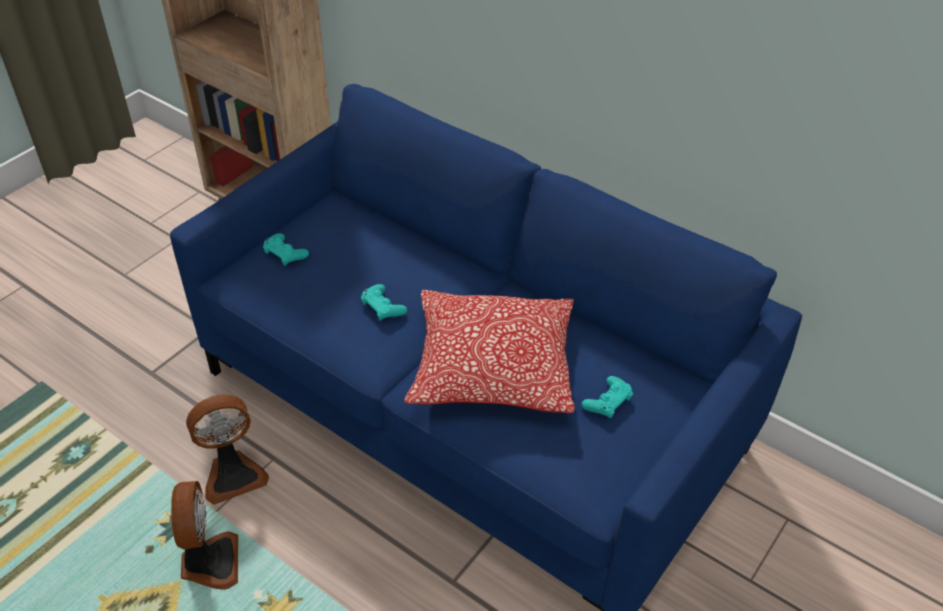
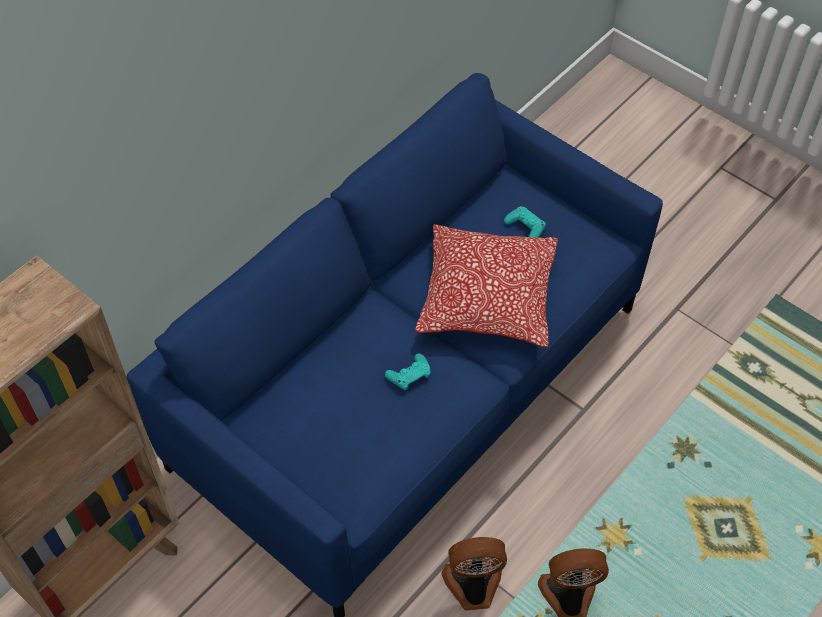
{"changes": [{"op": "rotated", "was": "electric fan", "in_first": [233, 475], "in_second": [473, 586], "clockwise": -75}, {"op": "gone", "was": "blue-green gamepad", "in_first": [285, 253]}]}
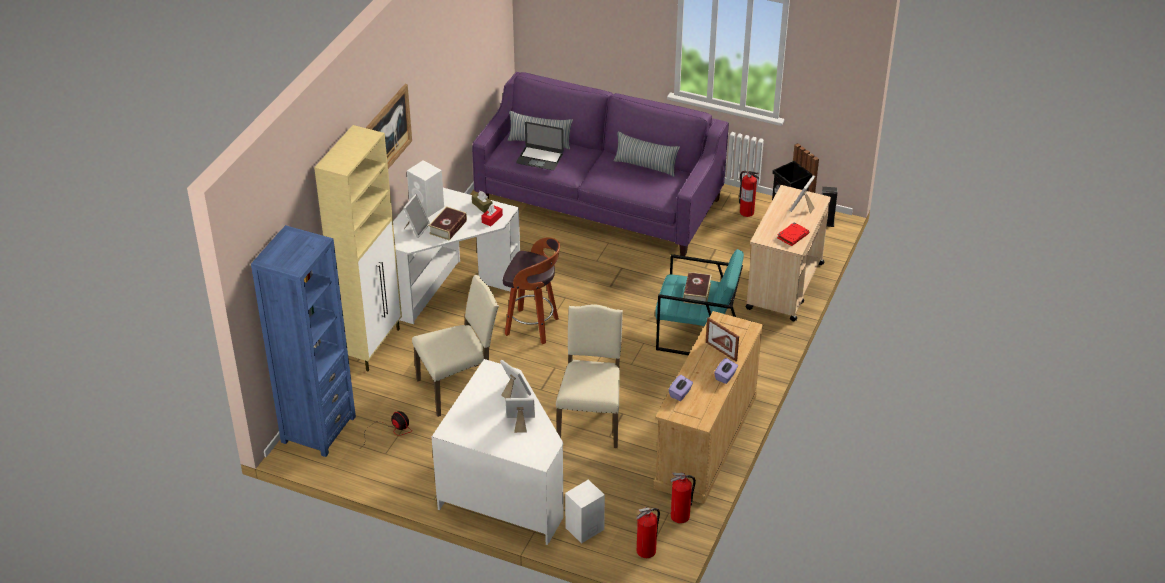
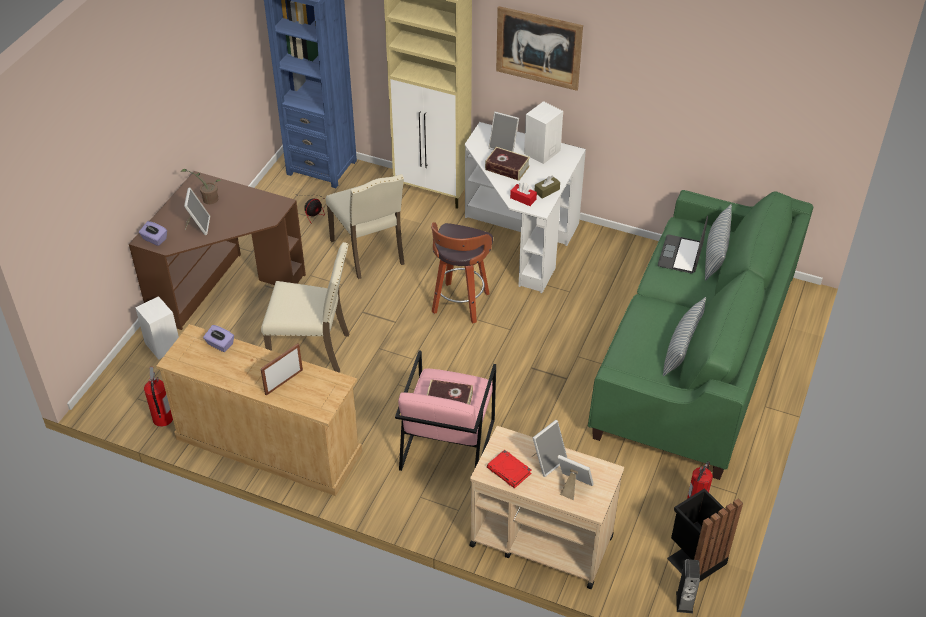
{"changes": [{"op": "repainted", "was": "whitish desk", "now": "brownish desk", "in_first": [505, 490], "in_second": [224, 288]}, {"op": "shifted", "was": "purple tissue holder", "in_first": [725, 376], "in_second": [154, 239]}, {"op": "new", "now": "houseplant", "in_second": [208, 198]}, {"op": "repainted", "was": "blue-green easy chair", "now": "pink easy chair", "in_first": [696, 334], "in_second": [447, 444]}, {"op": "shifted", "was": "photo frame", "in_first": [514, 392], "in_second": [547, 461]}, {"op": "repainted", "was": "purple settee", "now": "greenish settee", "in_first": [599, 201], "in_second": [693, 359]}, {"op": "gone", "was": "extinguisher", "in_first": [646, 551]}]}
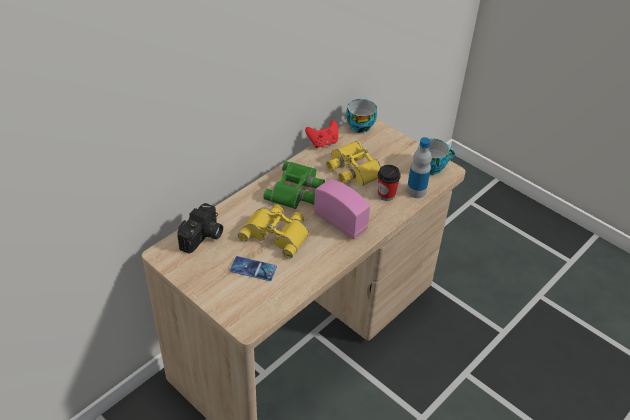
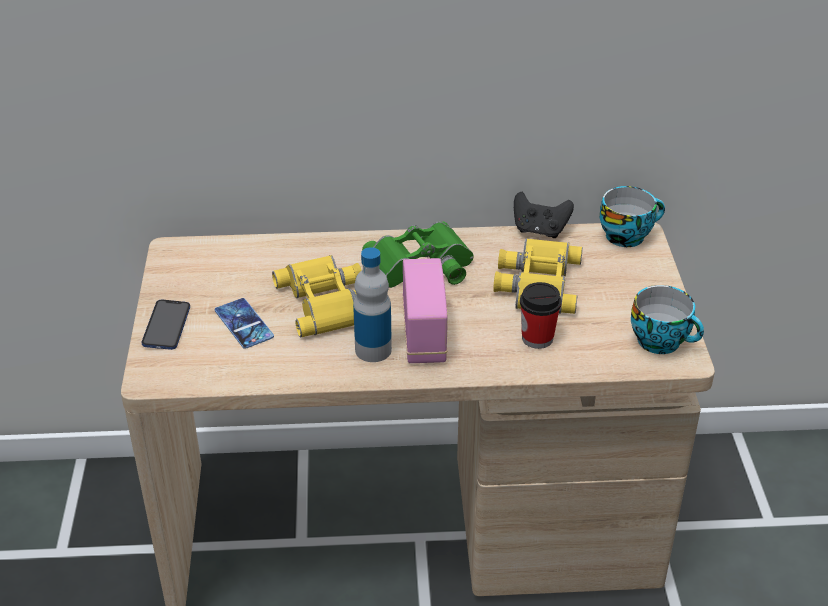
{"changes": [{"op": "new", "now": "phone", "in_second": [166, 326]}, {"op": "shifted", "was": "bottle", "in_first": [416, 191], "in_second": [373, 350]}, {"op": "repainted", "was": "red gamepad", "now": "black-coloured gamepad", "in_first": [323, 143], "in_second": [539, 230]}, {"op": "gone", "was": "photo camera", "in_first": [203, 237]}]}
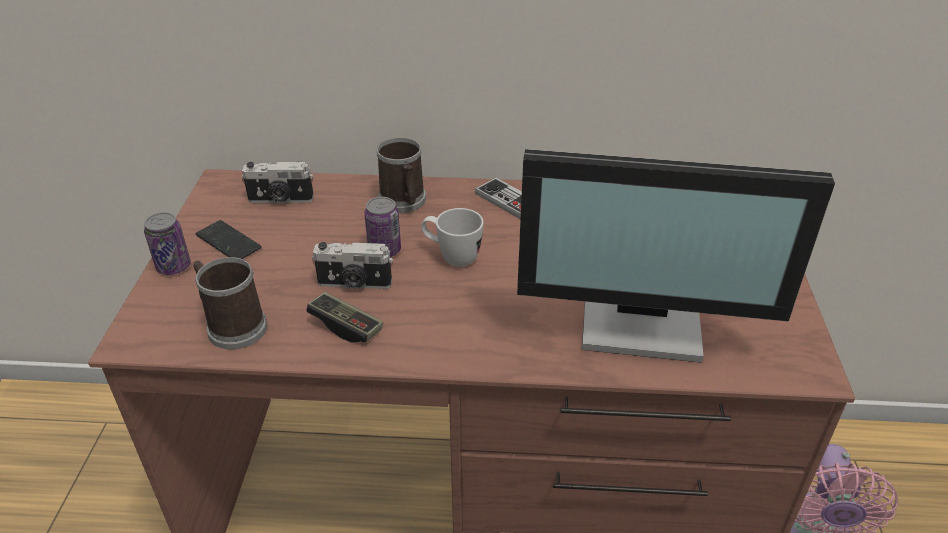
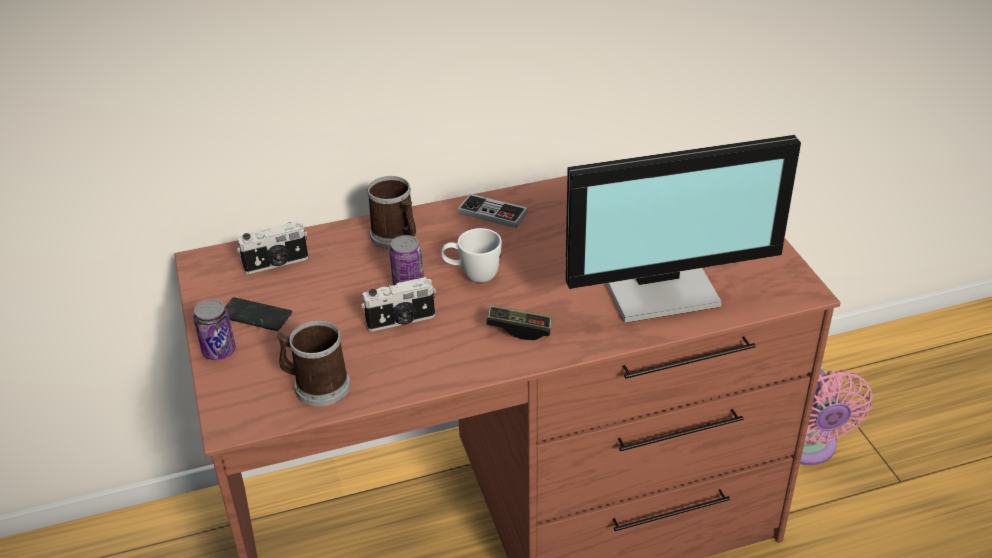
{"changes": [{"op": "shifted", "was": "gamepad", "in_first": [346, 326], "in_second": [519, 329]}]}
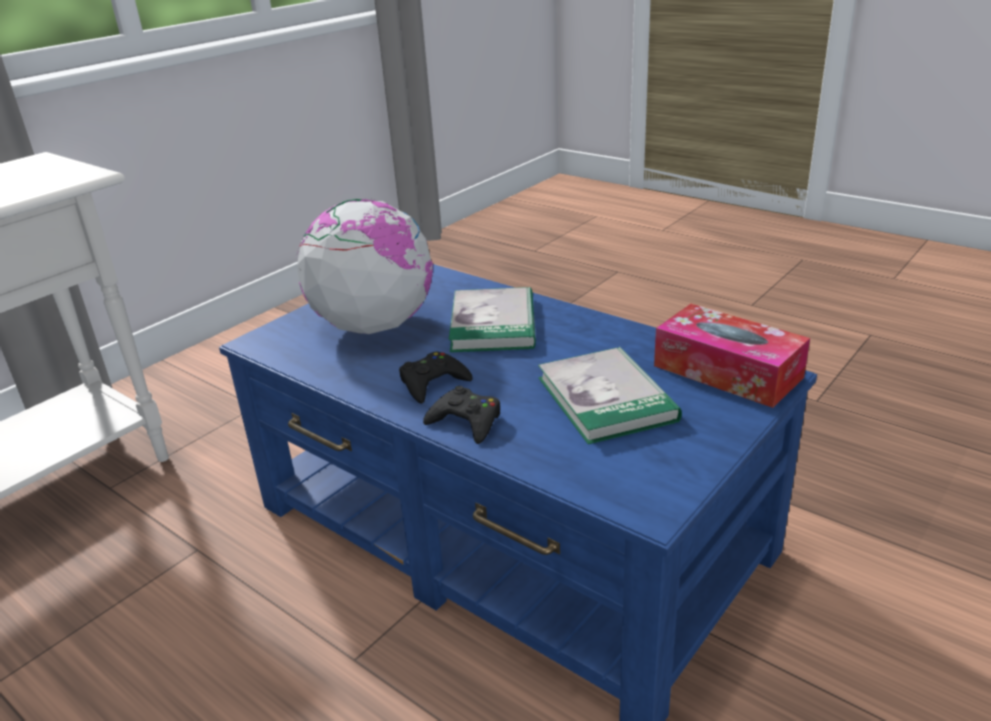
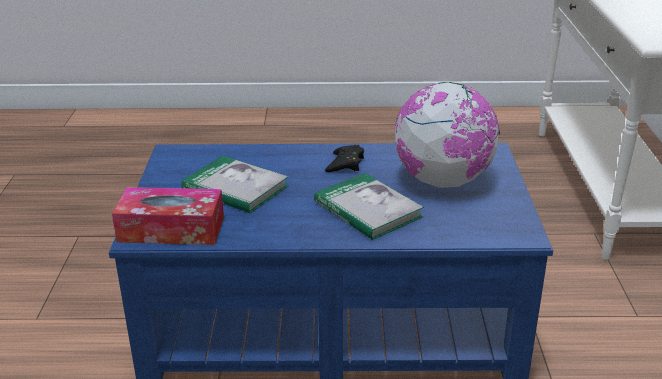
{"changes": [{"op": "gone", "was": "black-coloured gamepad", "in_first": [466, 421]}]}
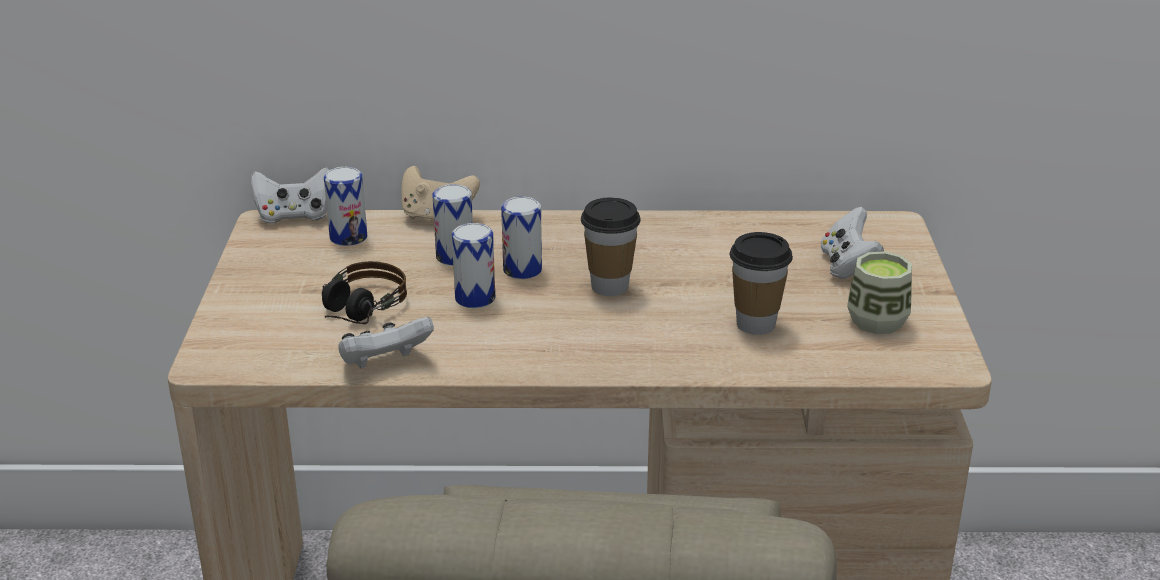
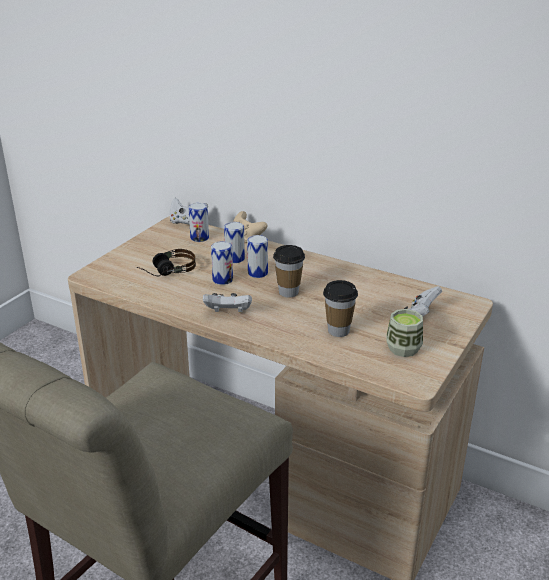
{"changes": [{"op": "shifted", "was": "whitish gamepad", "in_first": [384, 363], "in_second": [228, 313]}]}
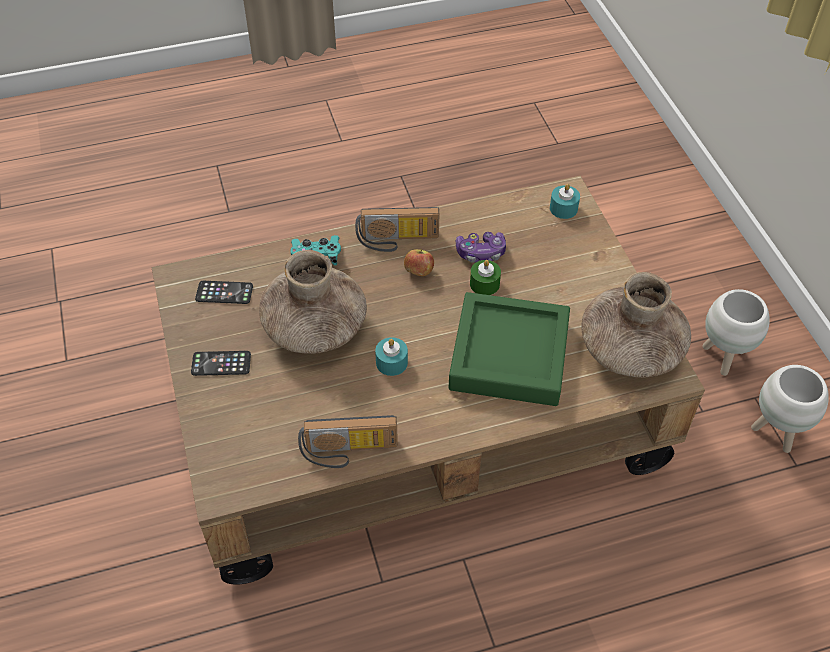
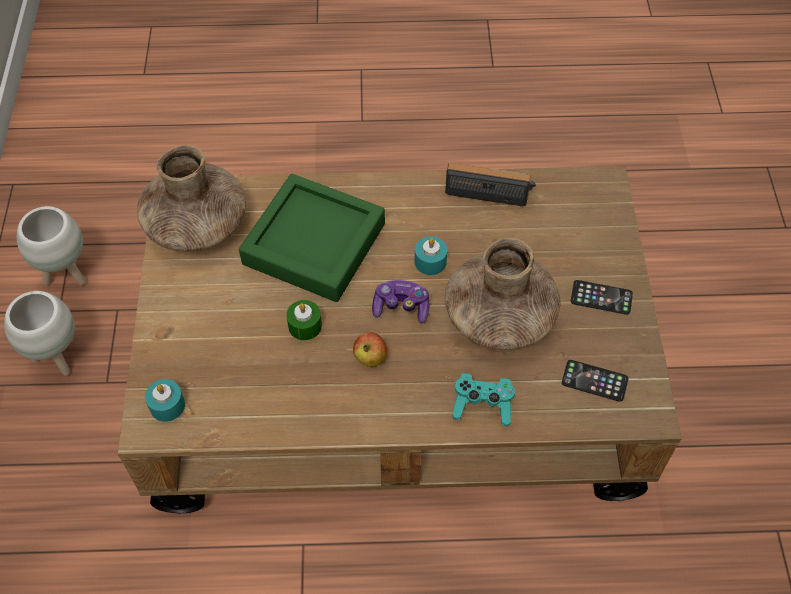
{"changes": [{"op": "shifted", "was": "gamepad", "in_first": [481, 253], "in_second": [401, 307]}, {"op": "gone", "was": "radio set", "in_first": [397, 241]}]}
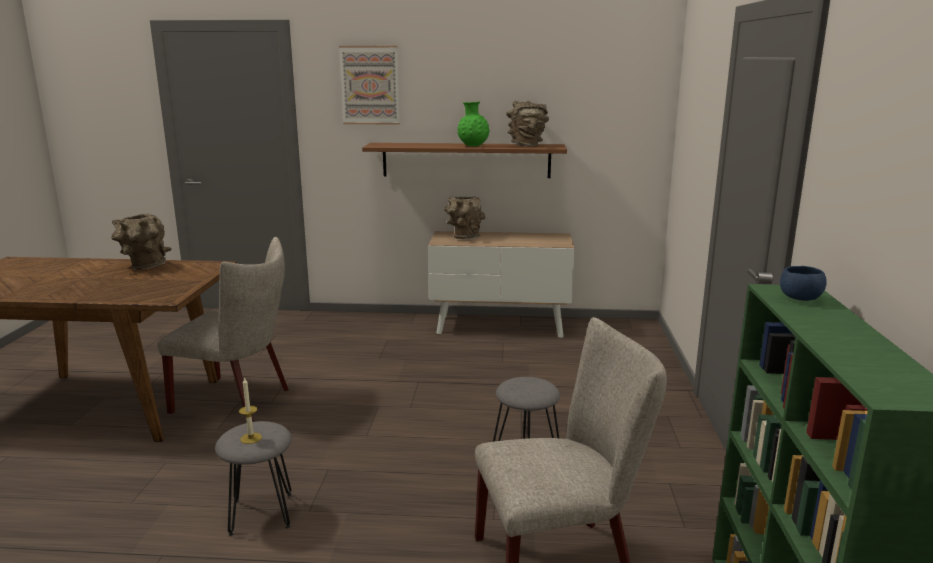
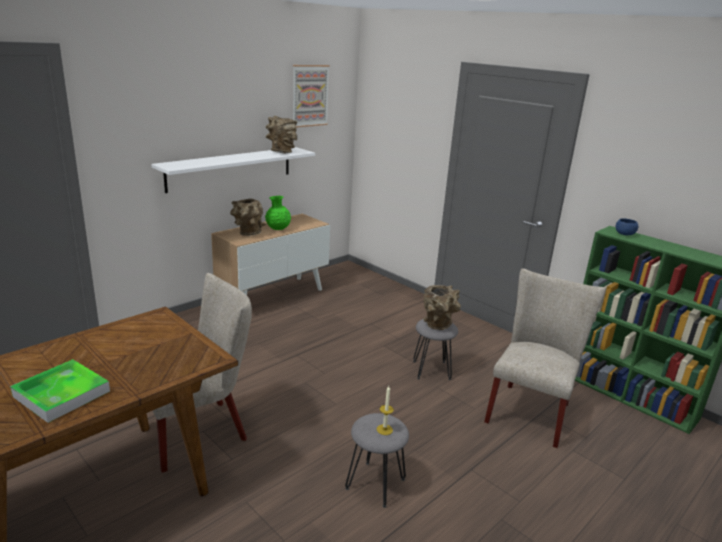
{"changes": [{"op": "new", "now": "serving tray", "in_second": [62, 394]}, {"op": "repainted", "was": "brownish shelf", "now": "whitish shelf", "in_first": [466, 160], "in_second": [231, 168]}, {"op": "shifted", "was": "greenish flower vase", "in_first": [473, 146], "in_second": [278, 229]}, {"op": "shifted", "was": "picture", "in_first": [370, 85], "in_second": [309, 95]}, {"op": "shifted", "was": "brownish flower vase", "in_first": [143, 267], "in_second": [438, 326]}]}
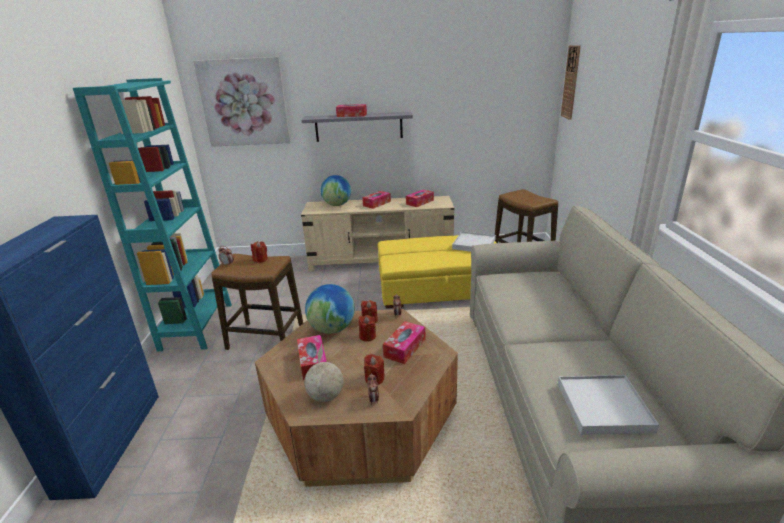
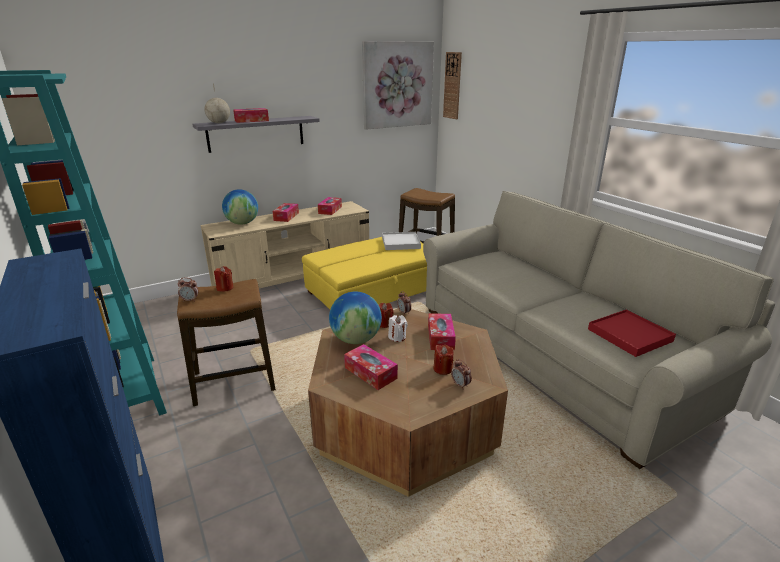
{"changes": [{"op": "shifted", "was": "world globe", "in_first": [326, 396], "in_second": [219, 123]}, {"op": "shifted", "was": "picture", "in_first": [244, 102], "in_second": [397, 85]}, {"op": "repainted", "was": "red wax light", "now": "whitish wax light", "in_first": [367, 336], "in_second": [397, 337]}, {"op": "repainted", "was": "whitish serving tray", "now": "red serving tray", "in_first": [603, 407], "in_second": [629, 335]}]}
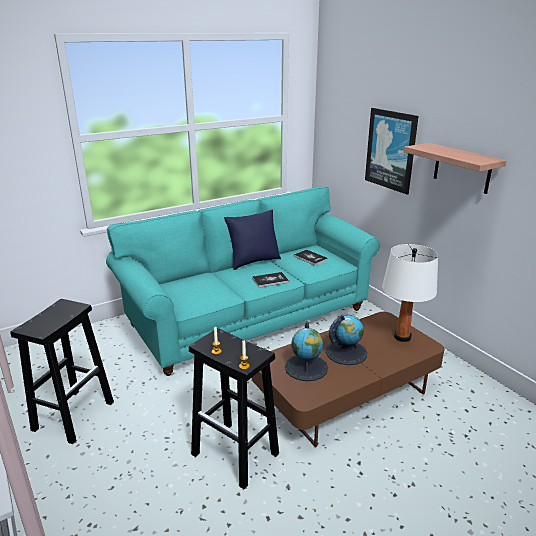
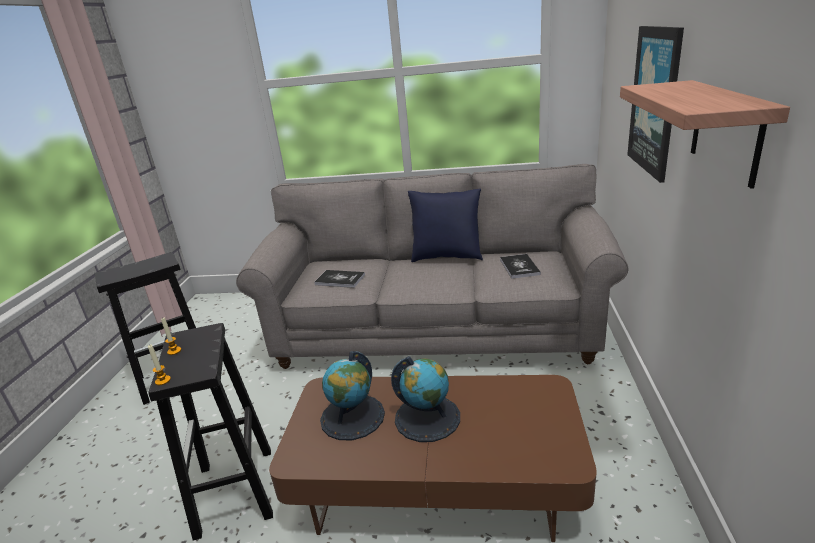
{"changes": [{"op": "repainted", "was": "blue-green settee", "now": "gray settee", "in_first": [249, 318], "in_second": [435, 330]}, {"op": "shifted", "was": "volume", "in_first": [270, 280], "in_second": [340, 280]}, {"op": "gone", "was": "whitish lamp for a table", "in_first": [402, 337]}]}
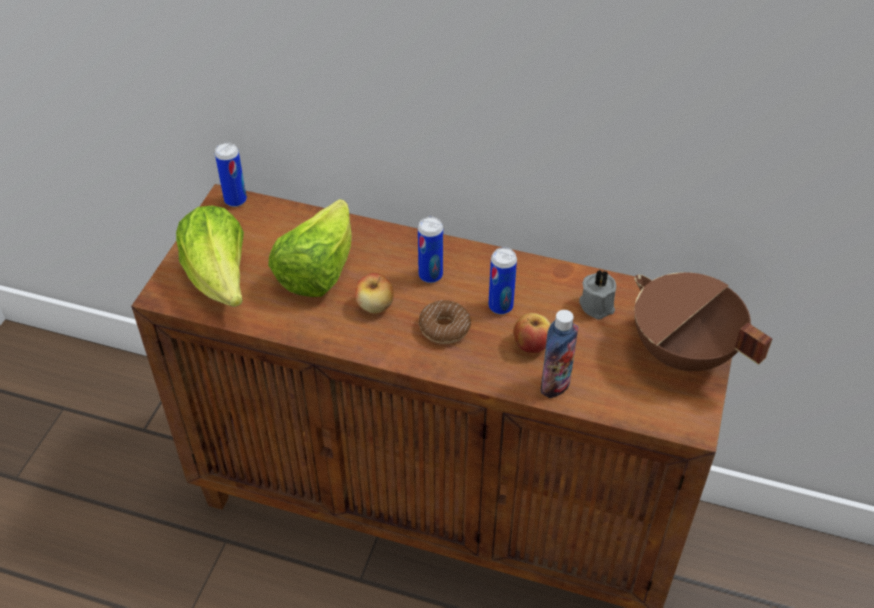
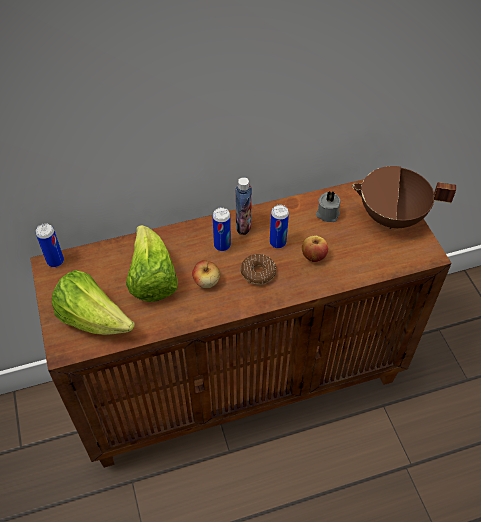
{"changes": [{"op": "shifted", "was": "bottle", "in_first": [555, 384], "in_second": [243, 226]}]}
